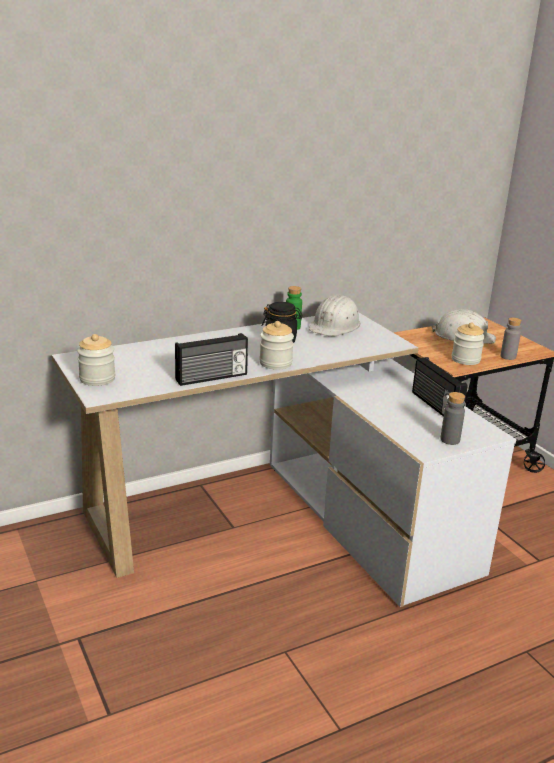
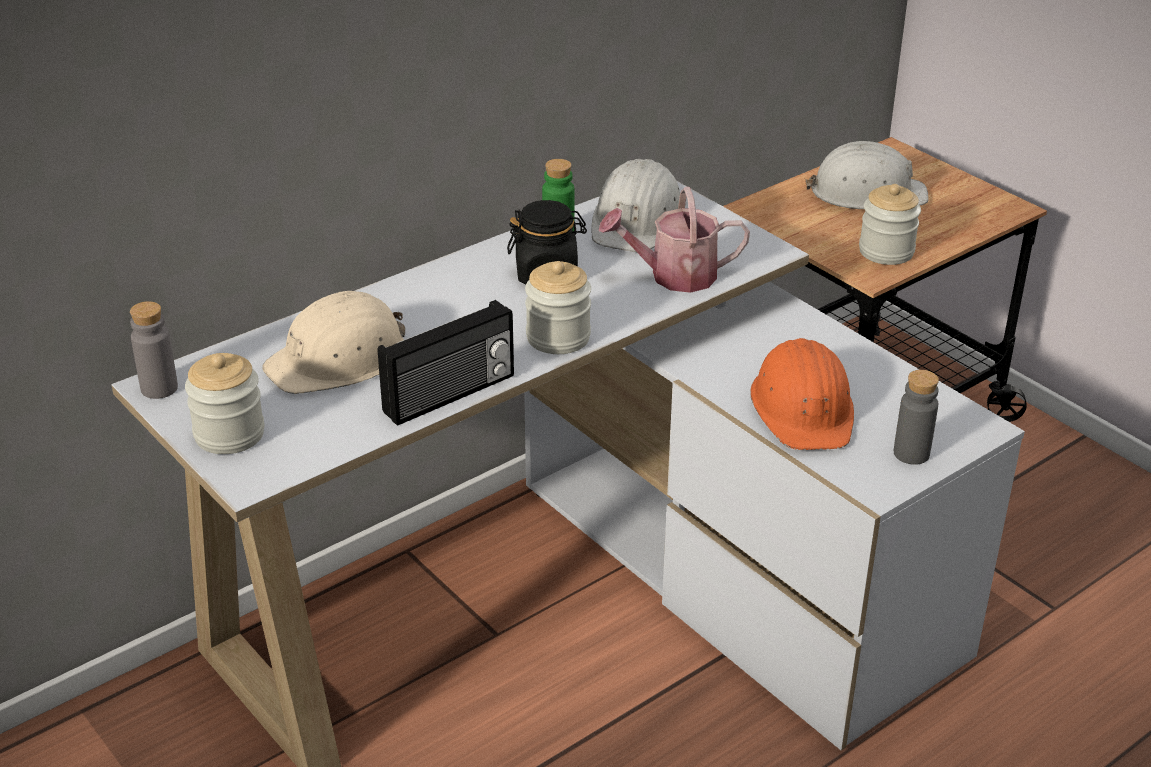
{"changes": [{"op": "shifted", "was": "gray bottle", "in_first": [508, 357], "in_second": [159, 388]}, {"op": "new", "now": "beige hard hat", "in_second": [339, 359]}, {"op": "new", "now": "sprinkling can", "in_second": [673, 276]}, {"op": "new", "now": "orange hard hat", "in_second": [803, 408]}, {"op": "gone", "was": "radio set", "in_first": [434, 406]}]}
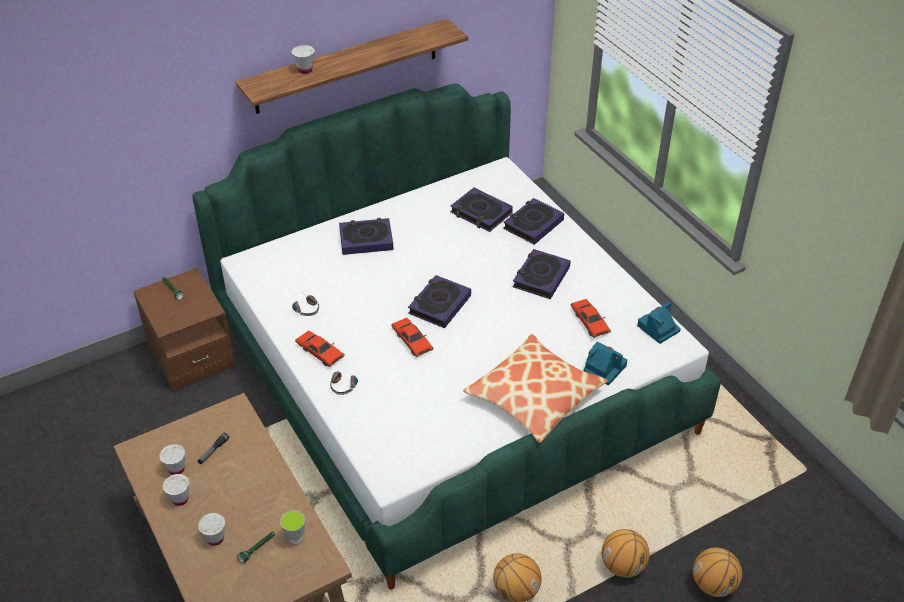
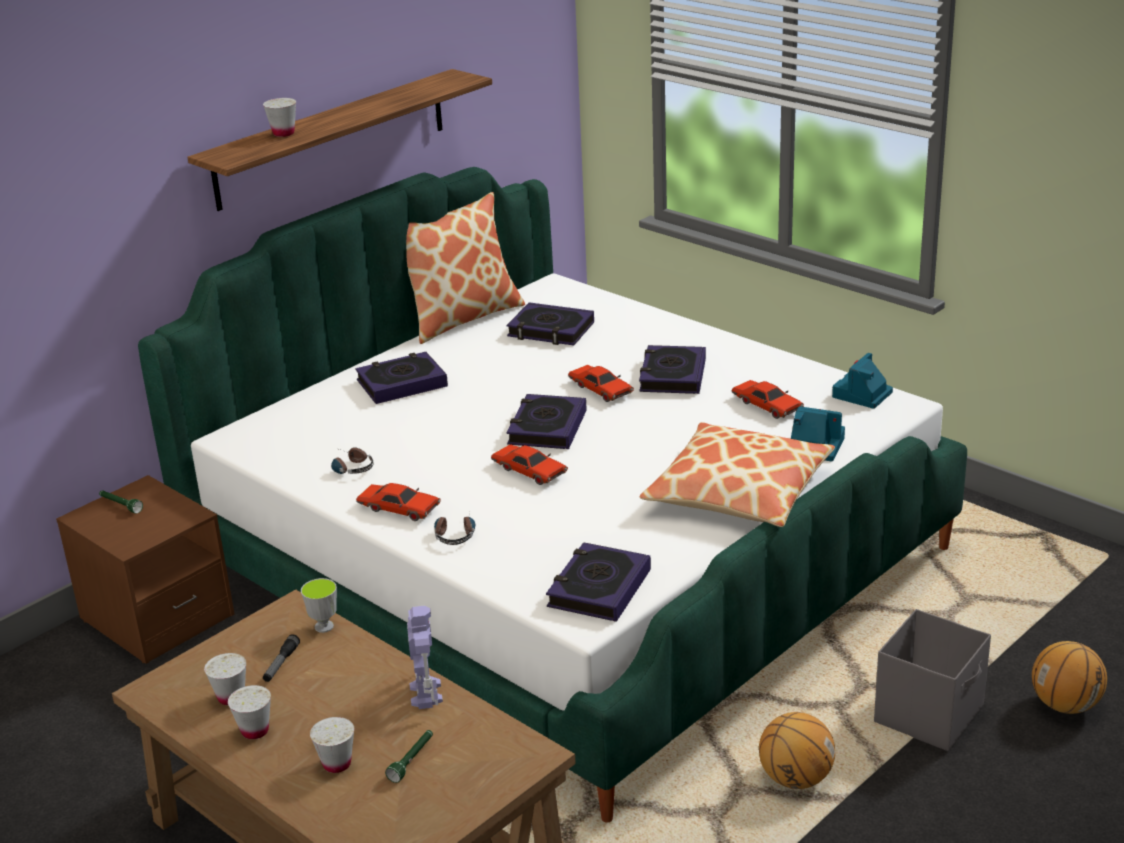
{"changes": [{"op": "shifted", "was": "cup", "in_first": [295, 539], "in_second": [324, 626]}, {"op": "new", "now": "cushion", "in_second": [461, 318]}, {"op": "new", "now": "model robot", "in_second": [426, 692]}, {"op": "shifted", "was": "volume", "in_first": [533, 224], "in_second": [599, 588]}, {"op": "new", "now": "red miniature car", "in_second": [600, 390]}, {"op": "swapped", "was": "basketball ball", "now": "gray storage box", "in_first": [623, 566], "in_second": [930, 714]}]}
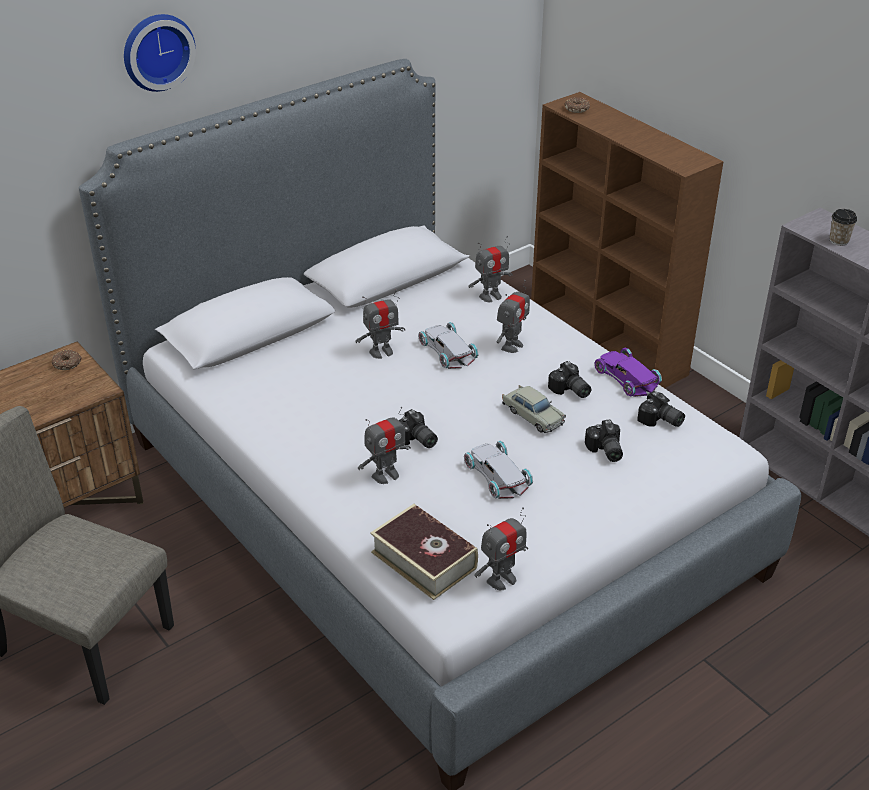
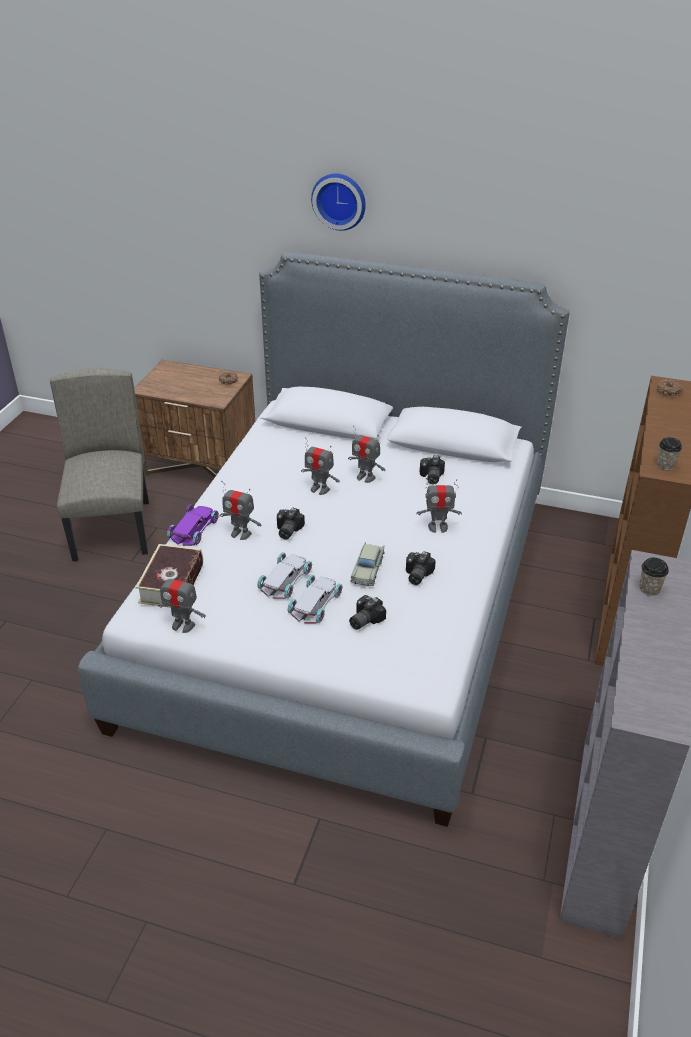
{"changes": [{"op": "shifted", "was": "purple miniature car", "in_first": [627, 376], "in_second": [195, 528]}, {"op": "shifted", "was": "whitish miniature car", "in_first": [448, 350], "in_second": [316, 603]}, {"op": "shifted", "was": "model robot", "in_first": [490, 296], "in_second": [319, 489]}, {"op": "shifted", "was": "photo camera", "in_first": [660, 421], "in_second": [430, 477]}, {"op": "new", "now": "cup", "in_second": [665, 465]}]}
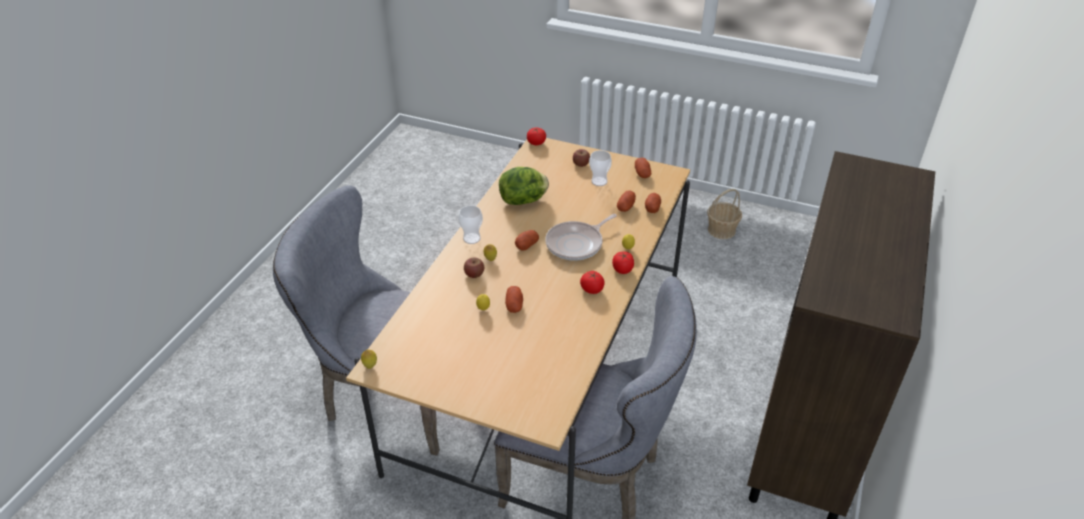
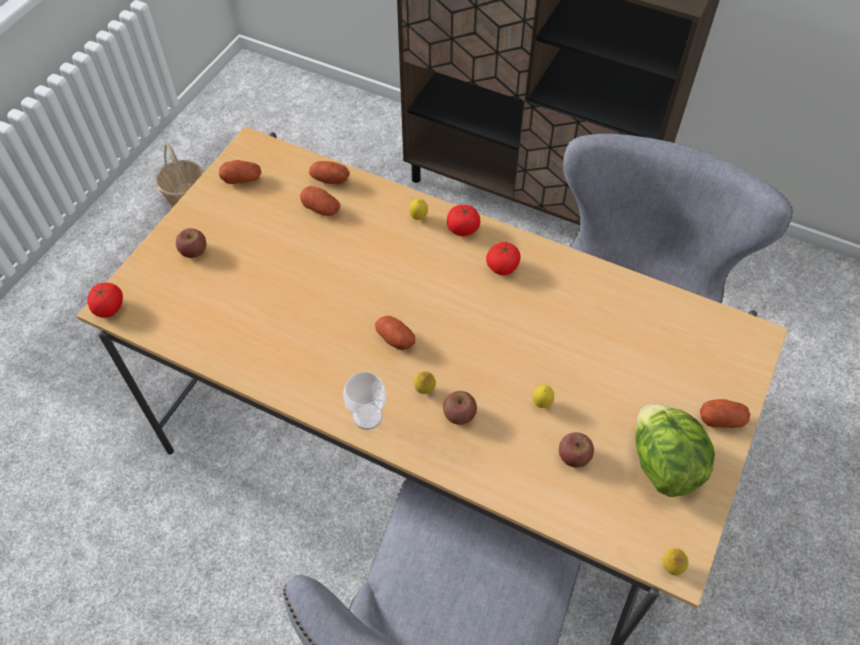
{"changes": [{"op": "new", "now": "whole apple", "in_second": [574, 456]}, {"op": "shifted", "was": "head of lettuce", "in_first": [523, 201], "in_second": [663, 463]}, {"op": "shifted", "was": "whole potato", "in_first": [514, 305], "in_second": [721, 419]}, {"op": "gone", "was": "skillet", "in_first": [577, 244]}, {"op": "gone", "was": "cup", "in_first": [599, 181]}]}
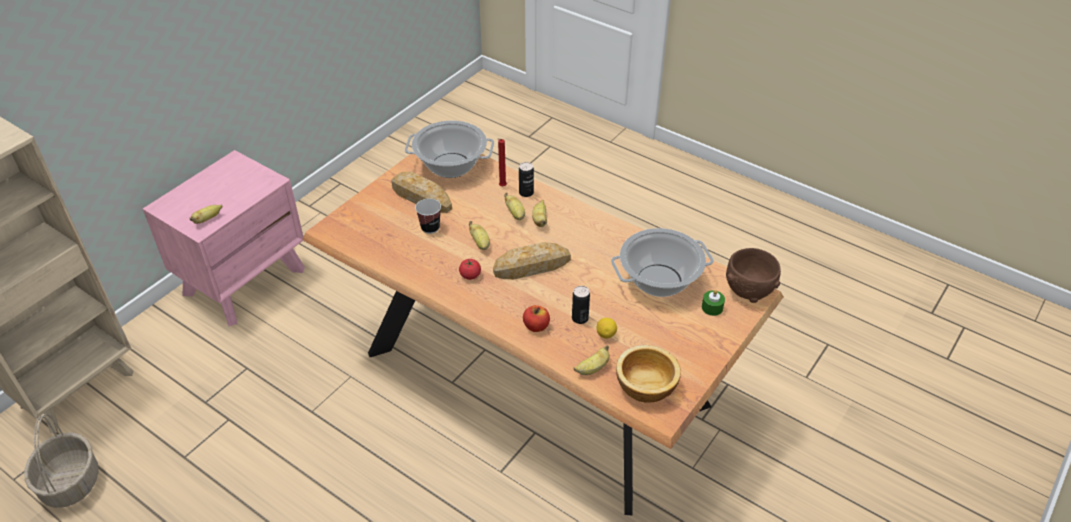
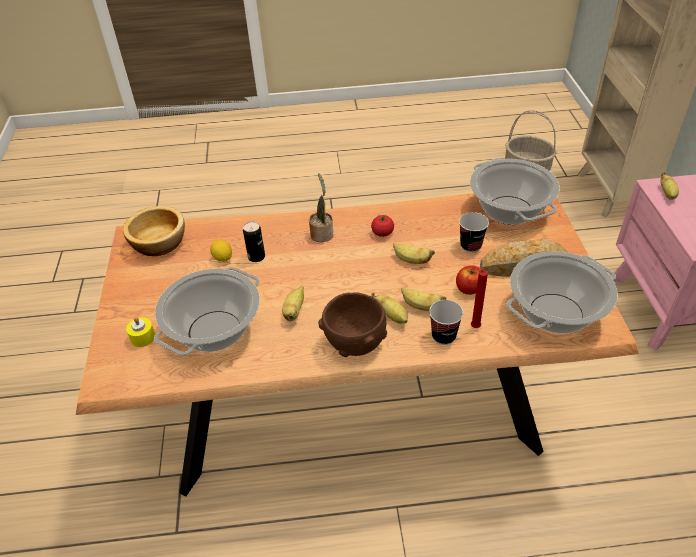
{"changes": [{"op": "repainted", "was": "greenish wax light", "now": "yellow-coloured wax light", "in_first": [712, 307], "in_second": [143, 337]}, {"op": "shifted", "was": "whole banana", "in_first": [592, 369], "in_second": [294, 311]}, {"op": "new", "now": "houseplant", "in_second": [322, 233]}, {"op": "shifted", "was": "brownish serving bowl", "in_first": [748, 291], "in_second": [355, 343]}, {"op": "swapped", "was": "can", "now": "cup", "in_first": [526, 193], "in_second": [443, 336]}, {"op": "shifted", "was": "whole apple", "in_first": [536, 326], "in_second": [469, 289]}, {"op": "new", "now": "saucepot", "in_second": [510, 211]}, {"op": "gone", "was": "baked bread", "in_first": [532, 266]}]}
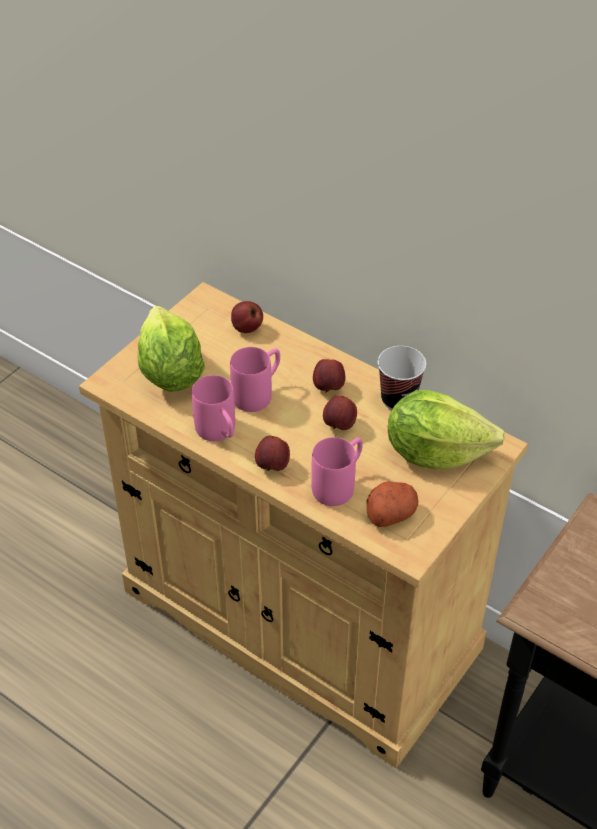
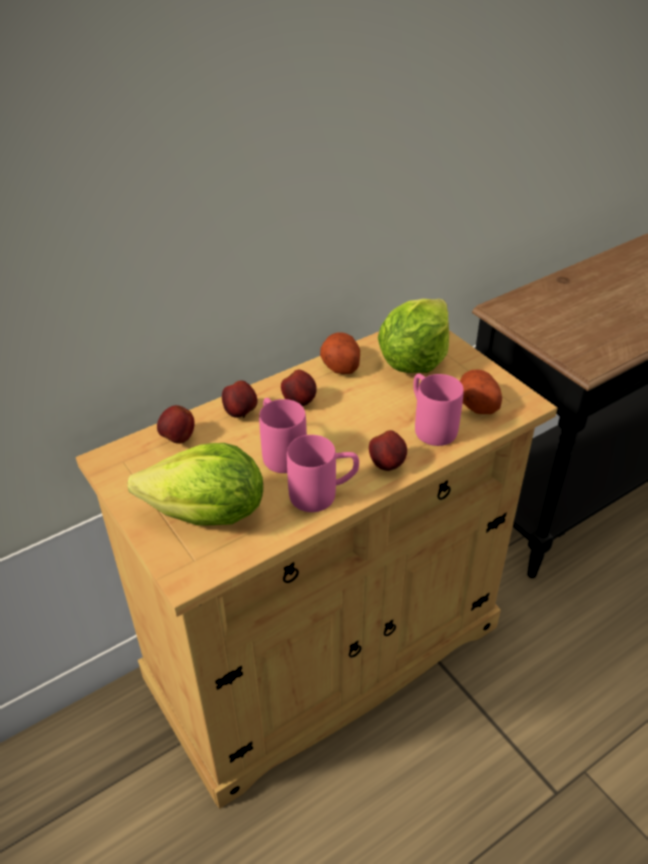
{"changes": [{"op": "shifted", "was": "whole apple", "in_first": [339, 425], "in_second": [241, 413]}, {"op": "swapped", "was": "cup", "now": "whole potato", "in_first": [398, 400], "in_second": [340, 364]}]}
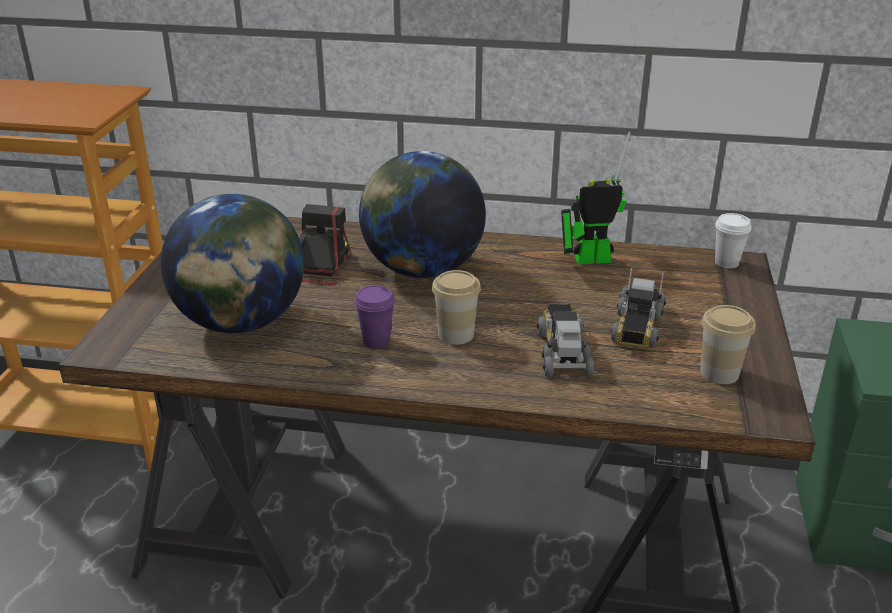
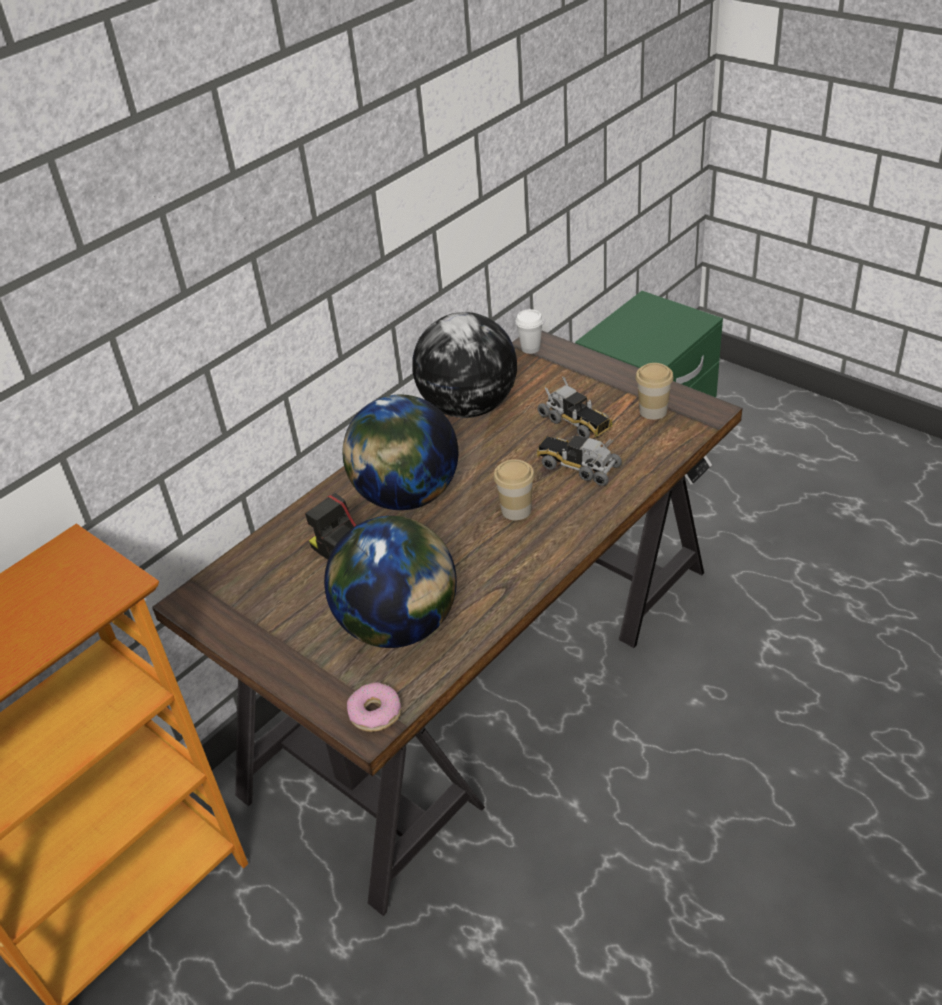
{"changes": [{"op": "new", "now": "ring doughnut", "in_second": [375, 713]}, {"op": "swapped", "was": "model robot", "now": "world globe", "in_first": [586, 259], "in_second": [469, 408]}, {"op": "gone", "was": "purple cup", "in_first": [376, 341]}]}
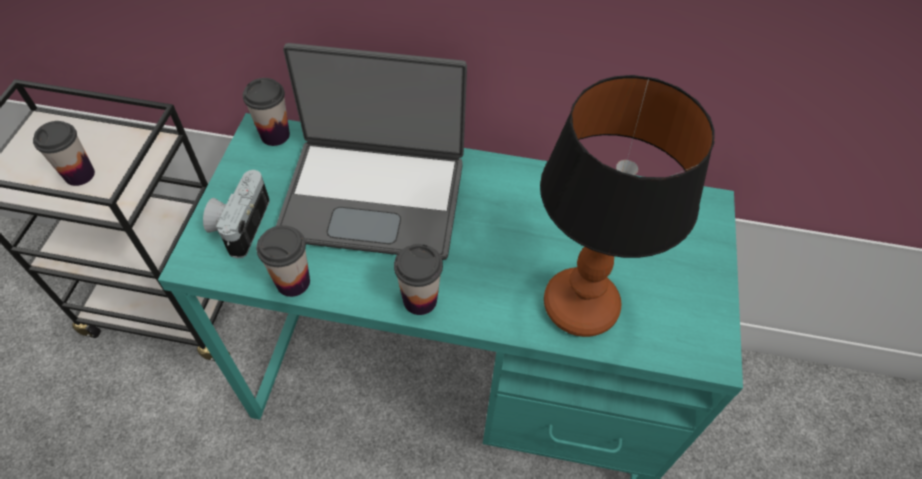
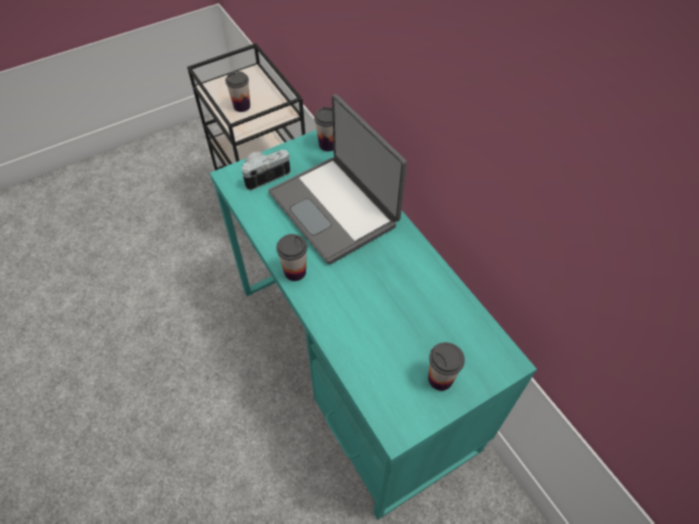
{"changes": [{"op": "shifted", "was": "cup", "in_first": [293, 282], "in_second": [440, 379]}, {"op": "gone", "was": "lamp for a table", "in_first": [582, 305]}]}
